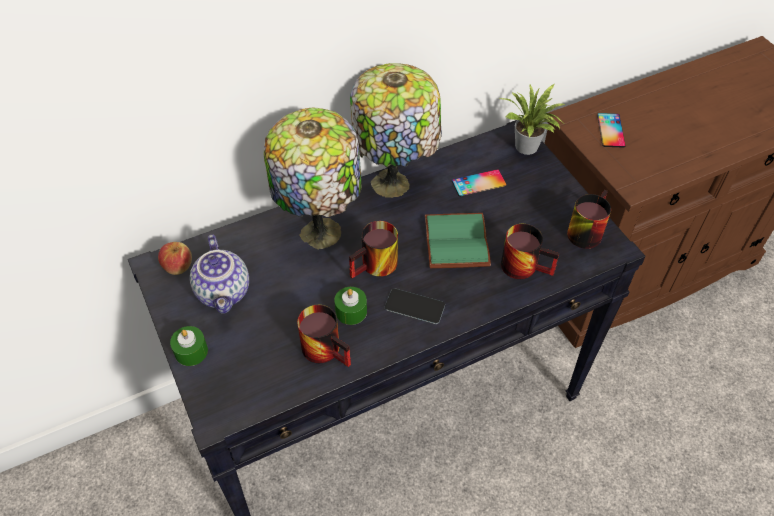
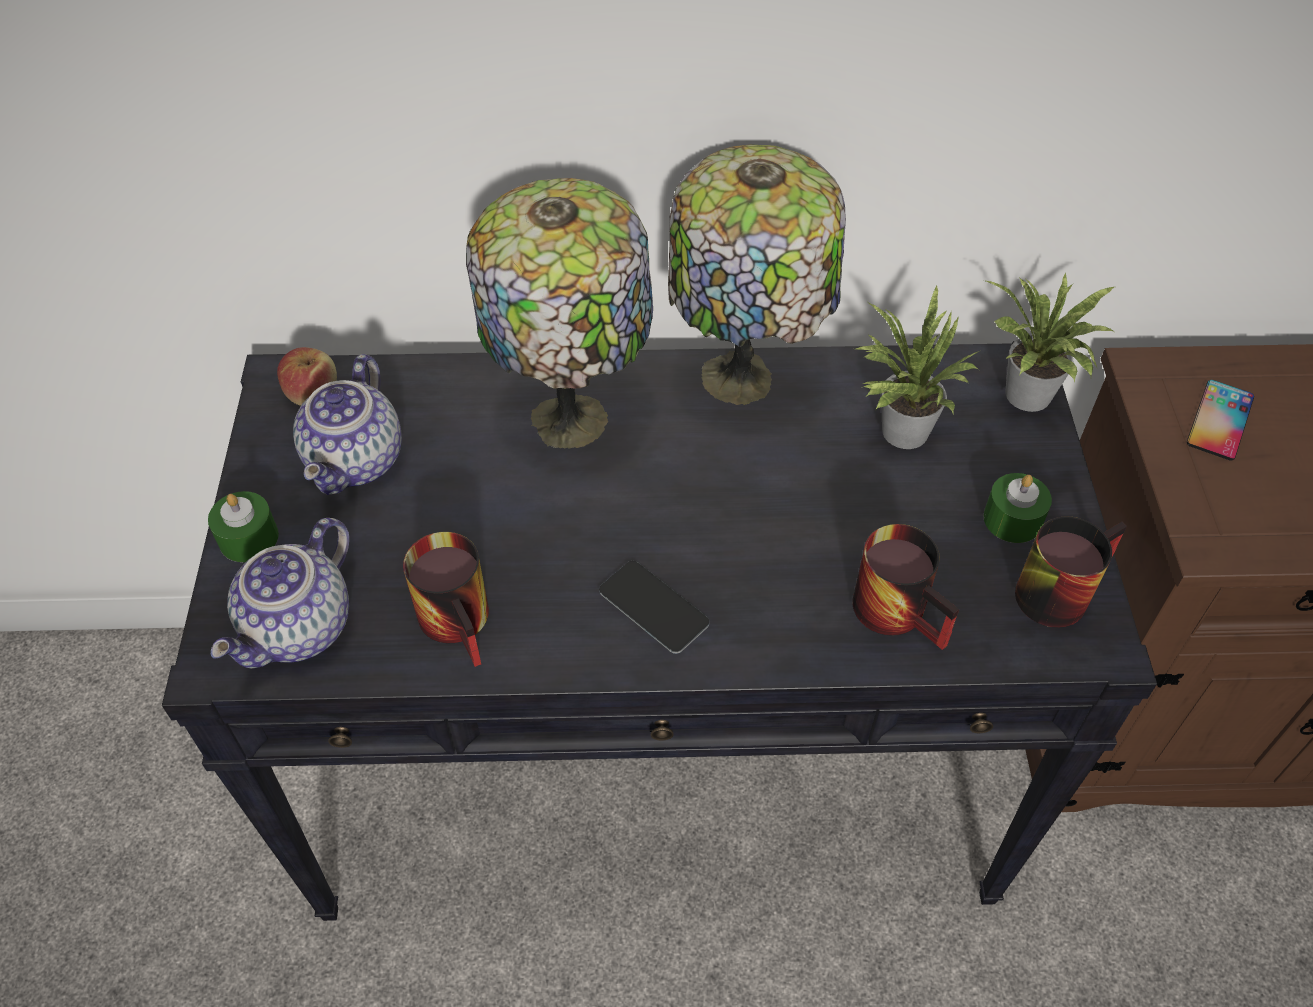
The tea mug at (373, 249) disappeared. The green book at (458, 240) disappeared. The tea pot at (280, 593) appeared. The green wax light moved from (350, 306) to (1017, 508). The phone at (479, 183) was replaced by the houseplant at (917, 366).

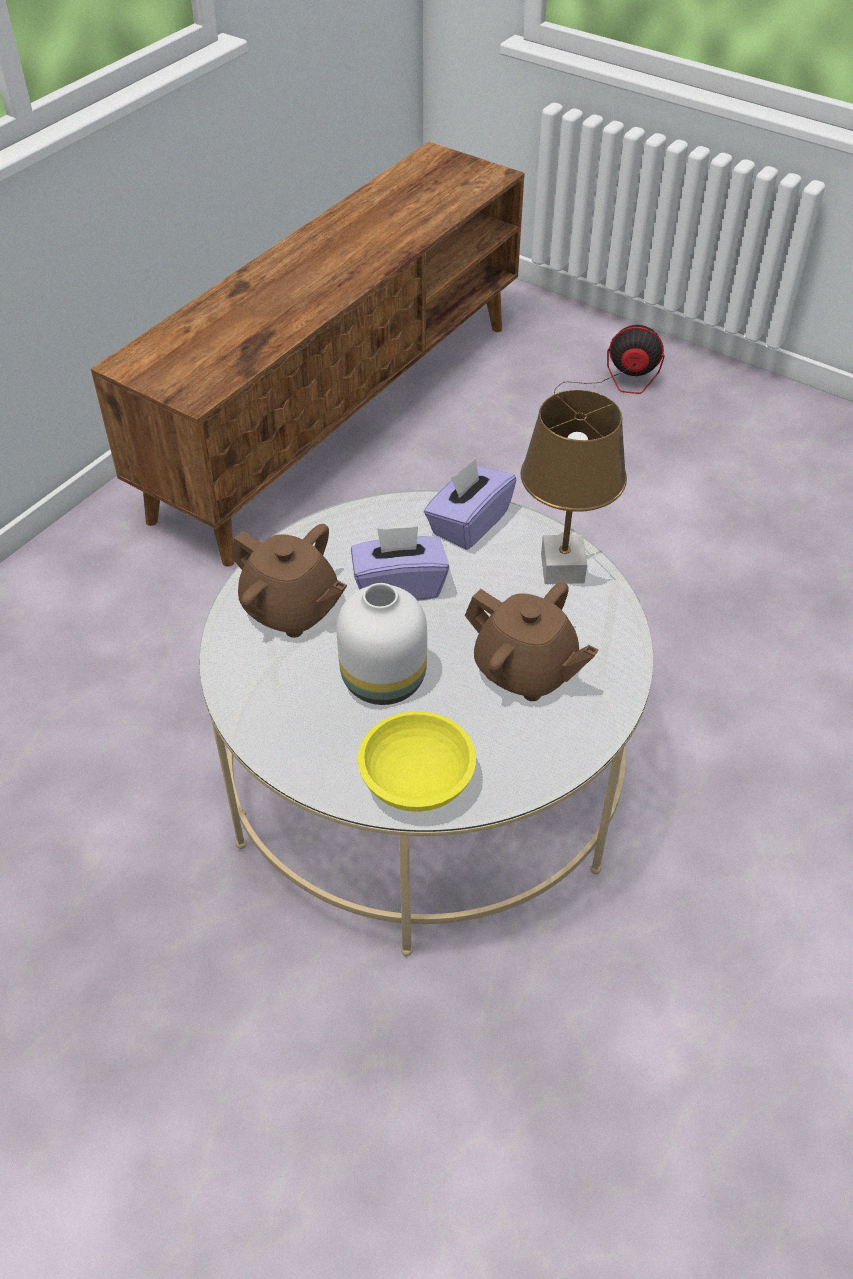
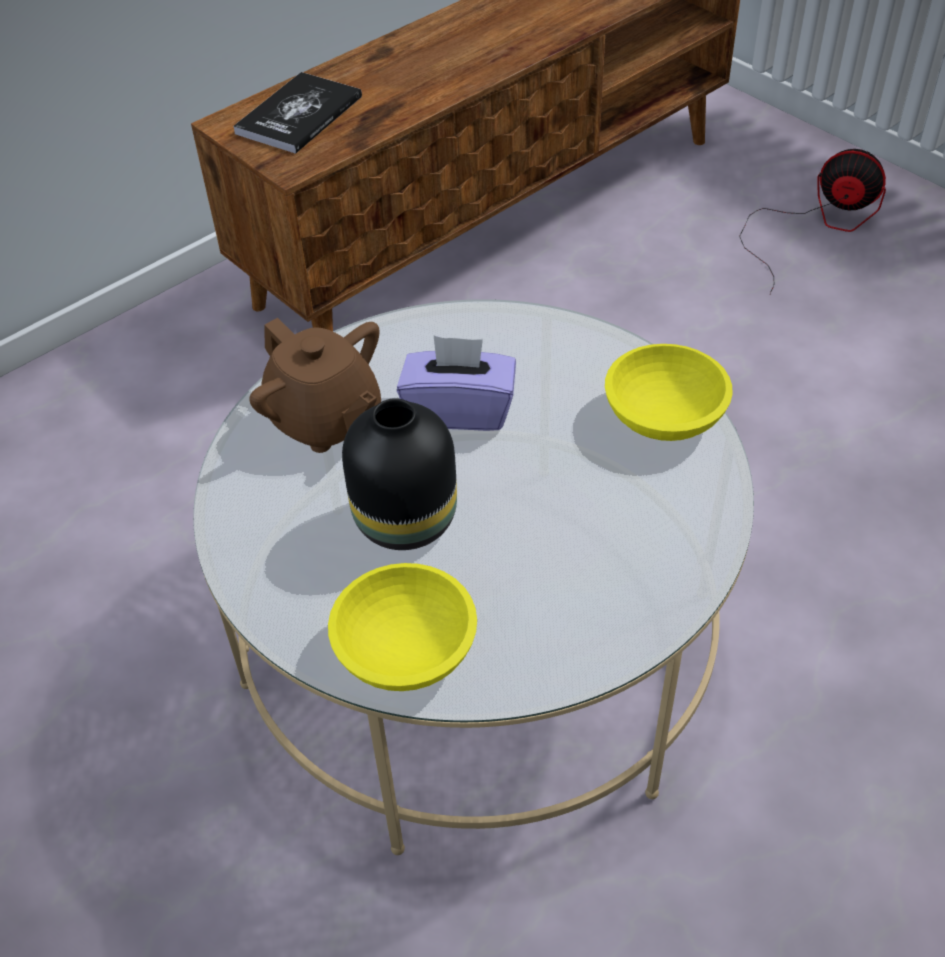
The purplish tissue holder at (470, 504) disappeared. The brown tea pot at (531, 641) disappeared. The book at (297, 113) appeared. The brown lamp for a table at (574, 487) was replaced by the yellow-coloured deep dish at (669, 392). The white-coloured vase at (381, 644) became the blackish vase at (399, 474).

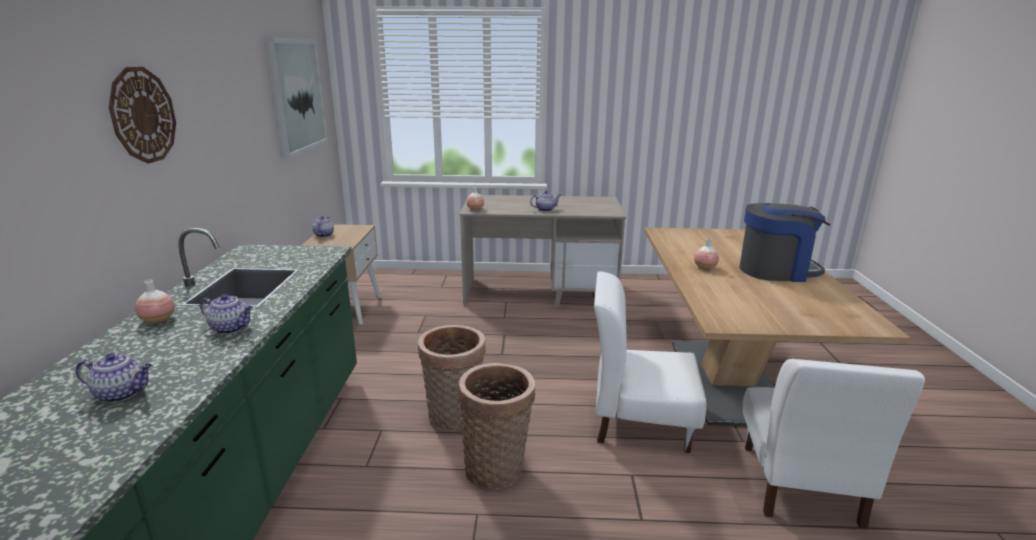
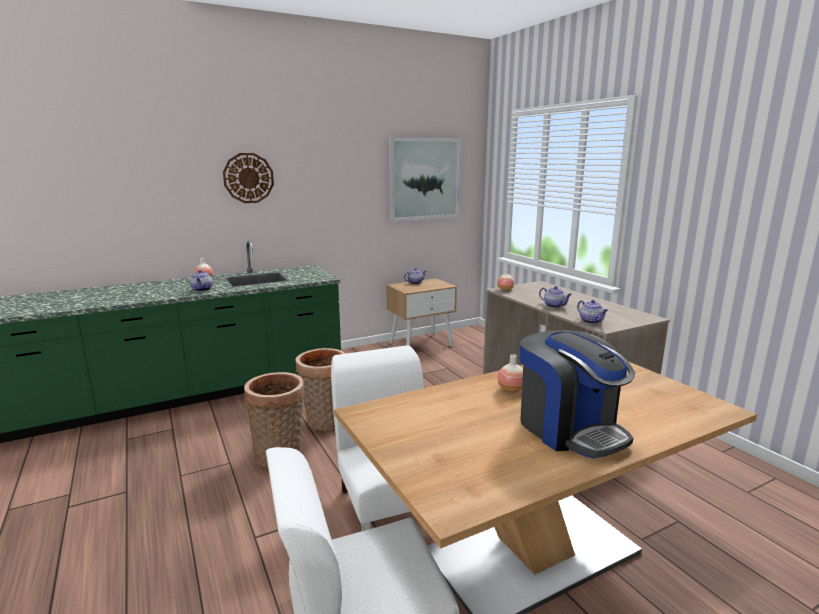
The tea pot moved from (114, 378) to (592, 312).

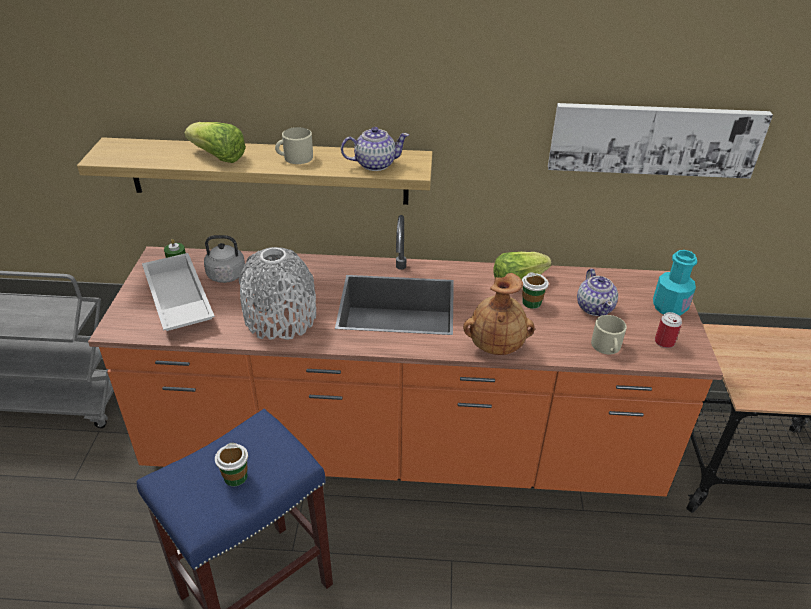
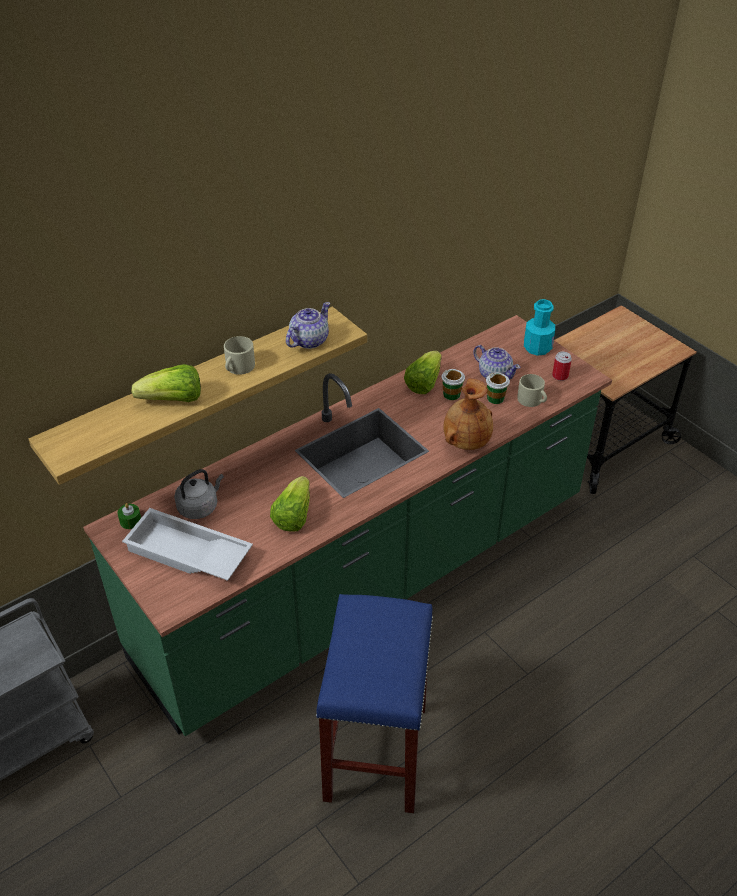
The wall art at (660, 141) disappeared. The drinking cup moved from (231, 464) to (498, 388). The grey vase at (277, 293) was replaced by the lettuce at (290, 504). The orange-coloured counter at (405, 356) became the green counter at (347, 525).

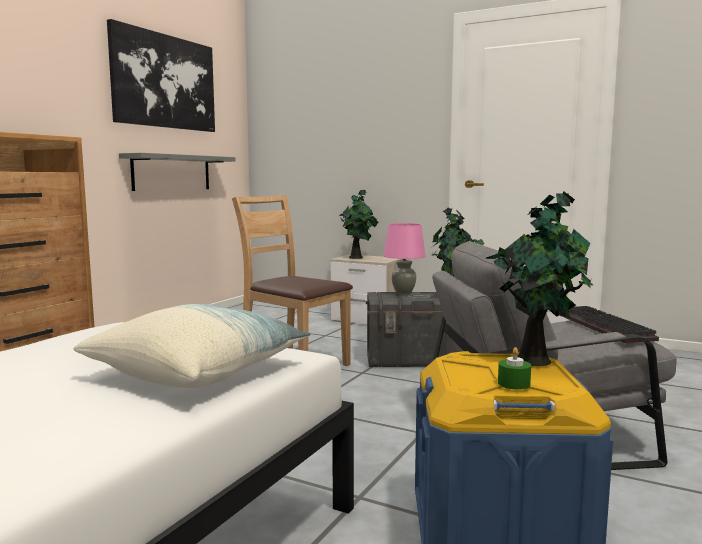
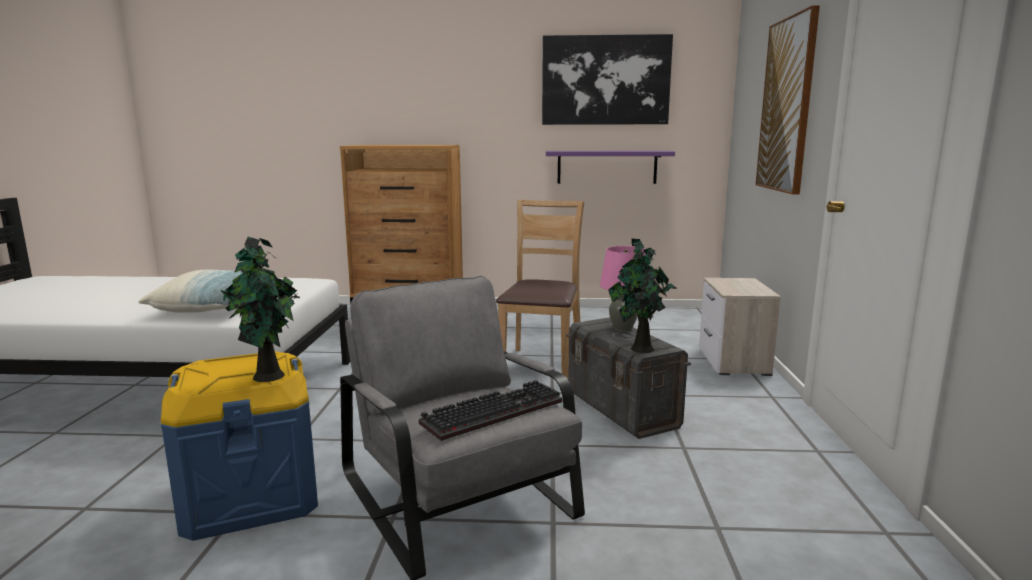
The houseplant at (358, 224) disappeared. The green wax light at (514, 368) disappeared. The wall art at (787, 100) appeared. The grey shelf at (177, 172) became the purplish shelf at (610, 167).

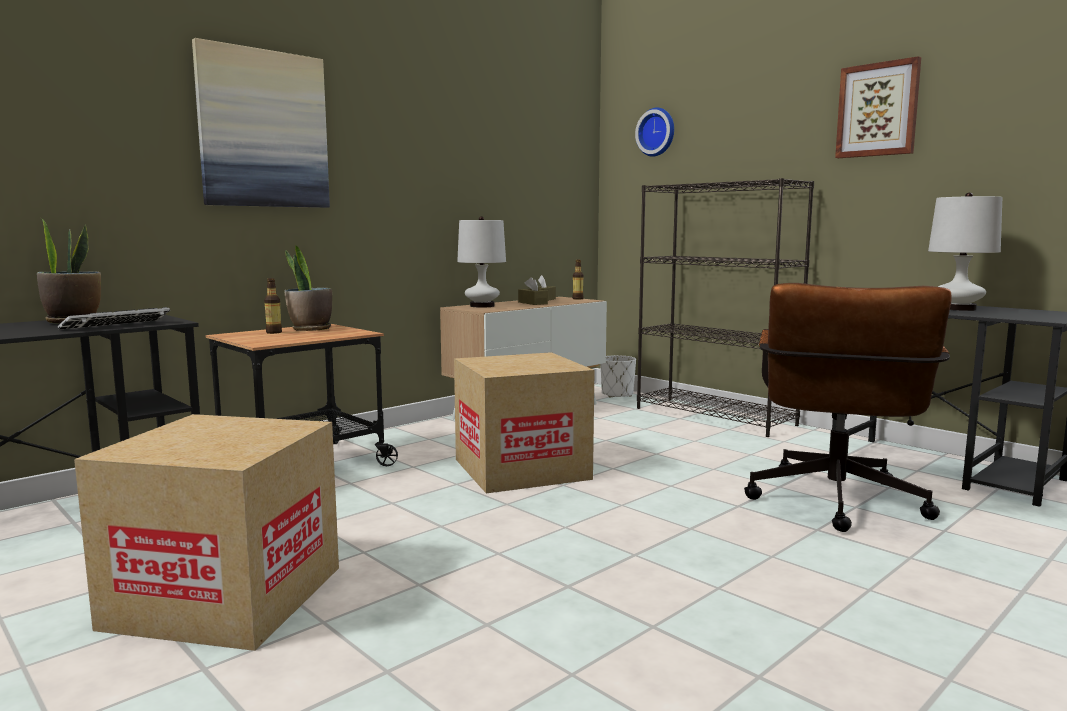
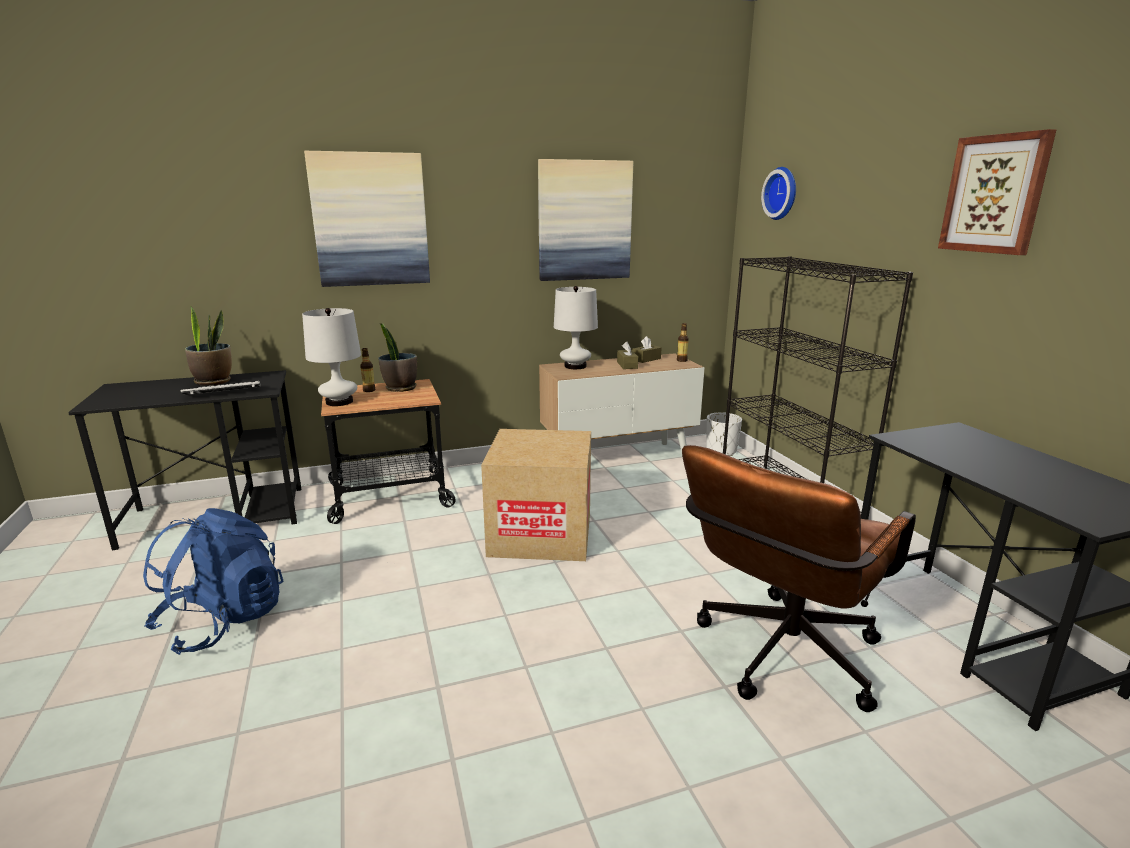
The wall art at (585, 220) appeared. The white-coloured lamp for a table moved from (965, 252) to (331, 357). The packing box at (206, 532) was replaced by the blue-coloured knapsack at (213, 581).

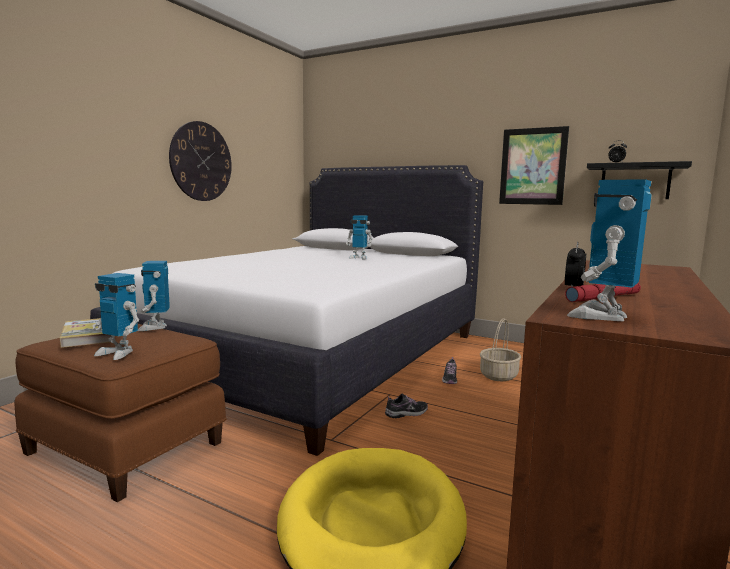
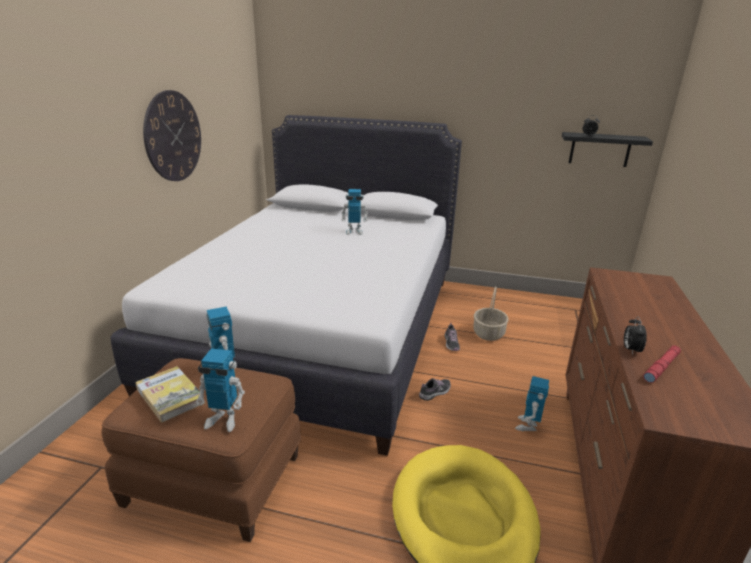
The wall art at (534, 165) disappeared. The toy robot moved from (609, 250) to (532, 403).

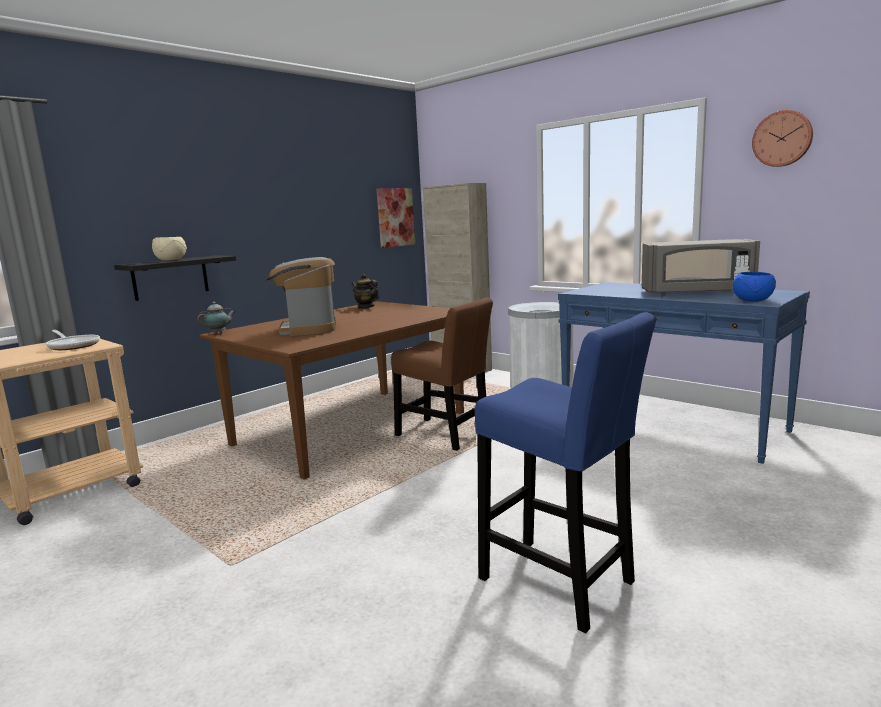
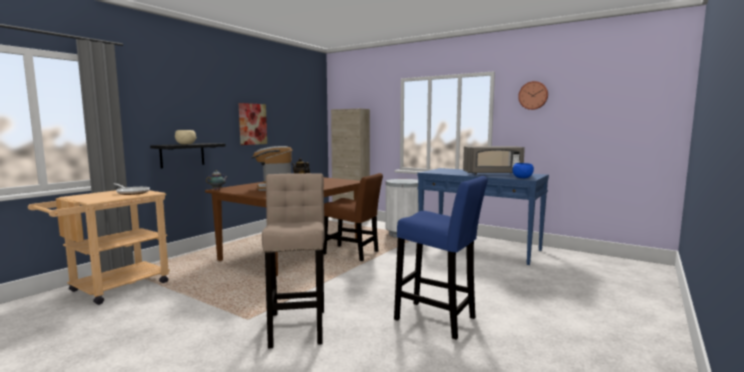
The beige-coloured sitting stool at (293, 260) appeared. The wall art moved from (396, 218) to (253, 124).

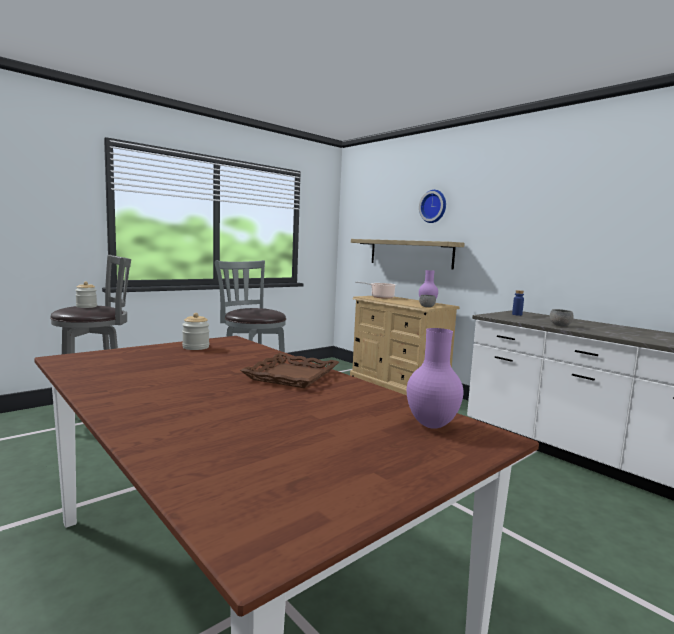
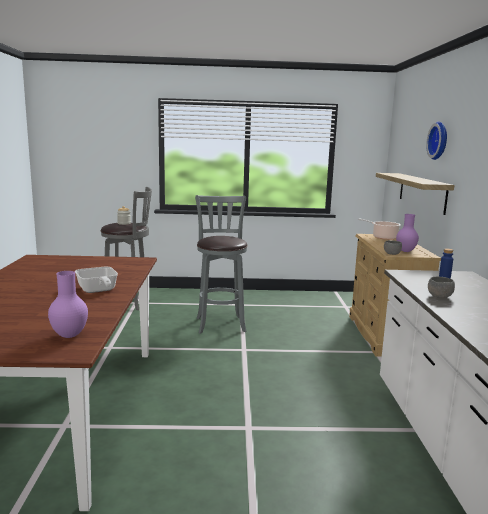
The preserve jar at (195, 331) disappeared. The brown serving tray at (289, 370) was replaced by the pan at (96, 280).

